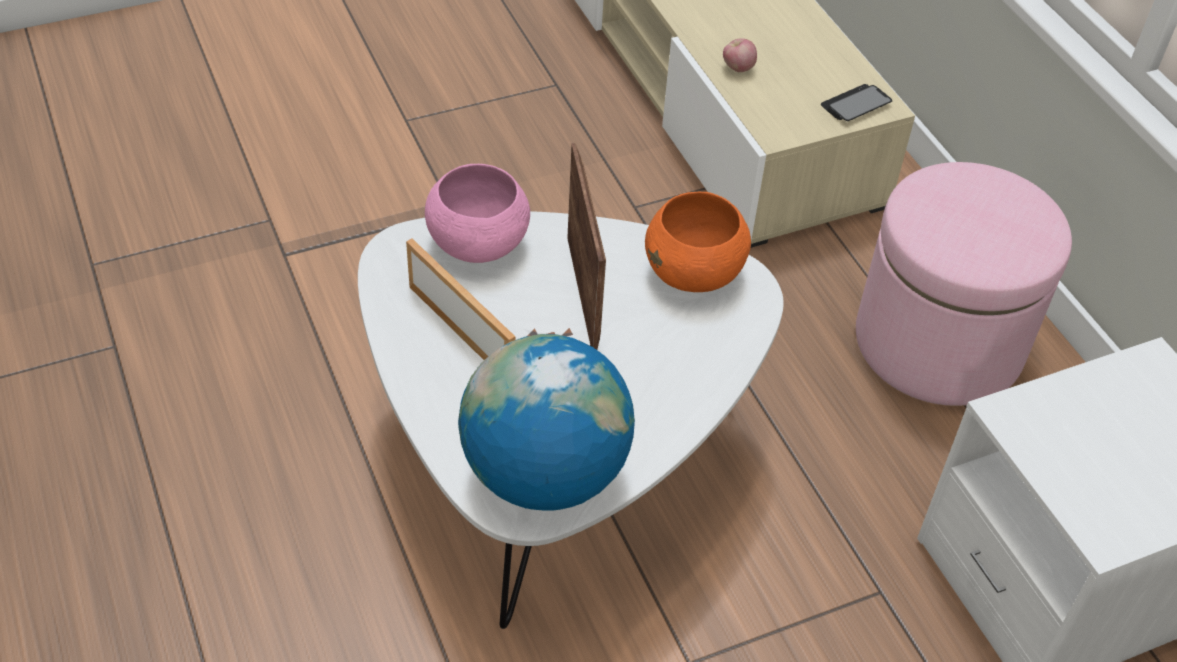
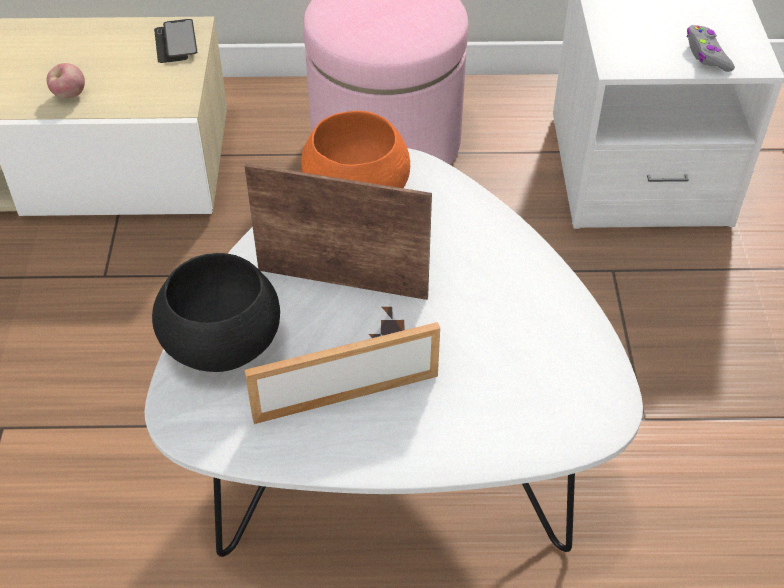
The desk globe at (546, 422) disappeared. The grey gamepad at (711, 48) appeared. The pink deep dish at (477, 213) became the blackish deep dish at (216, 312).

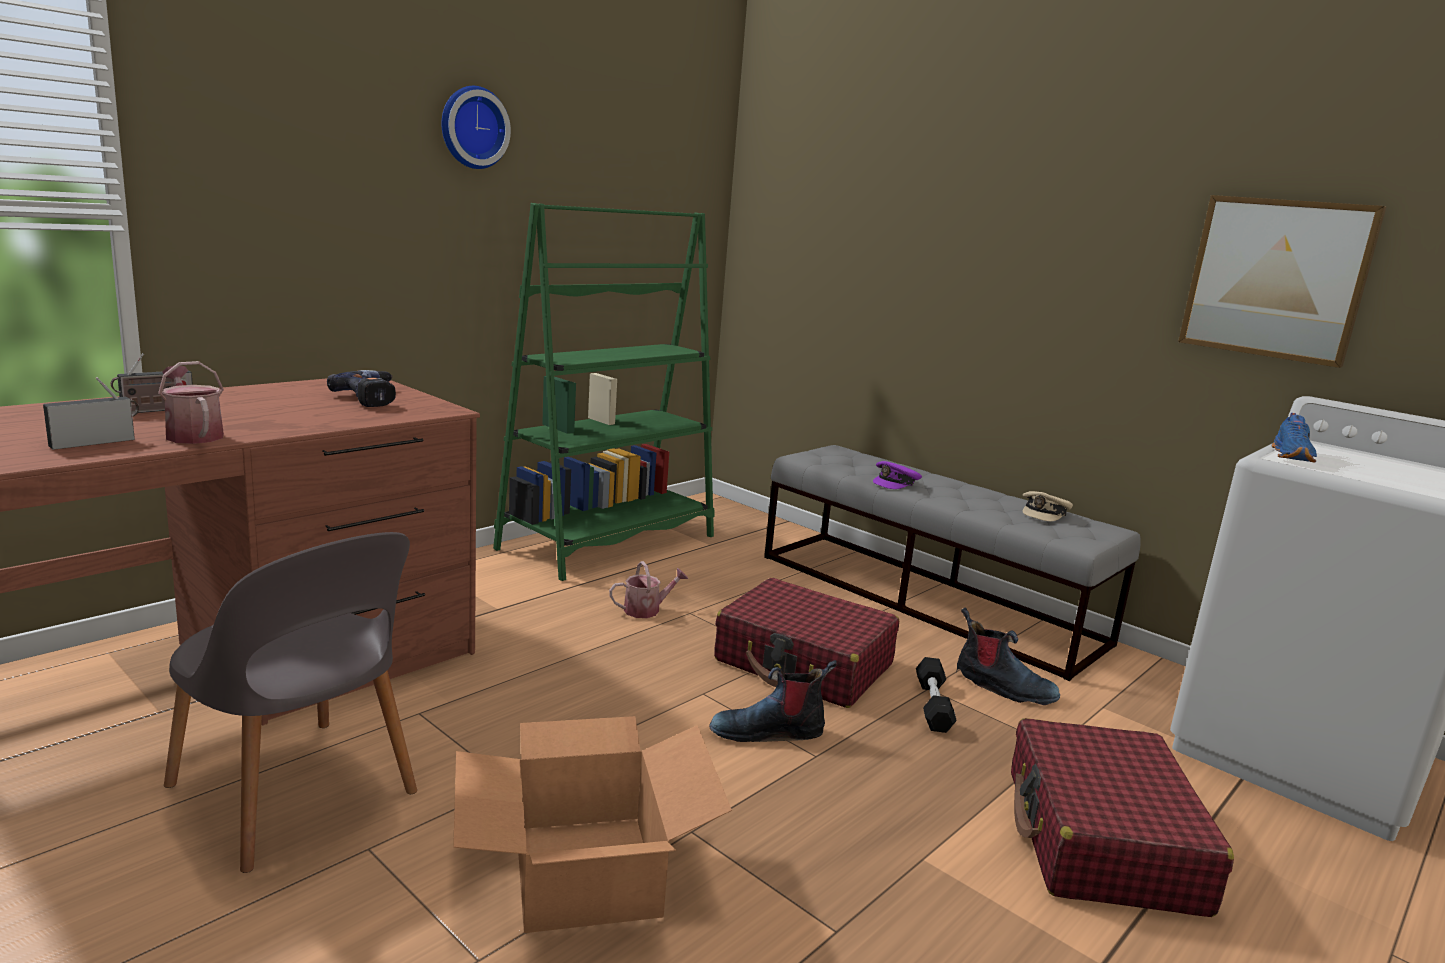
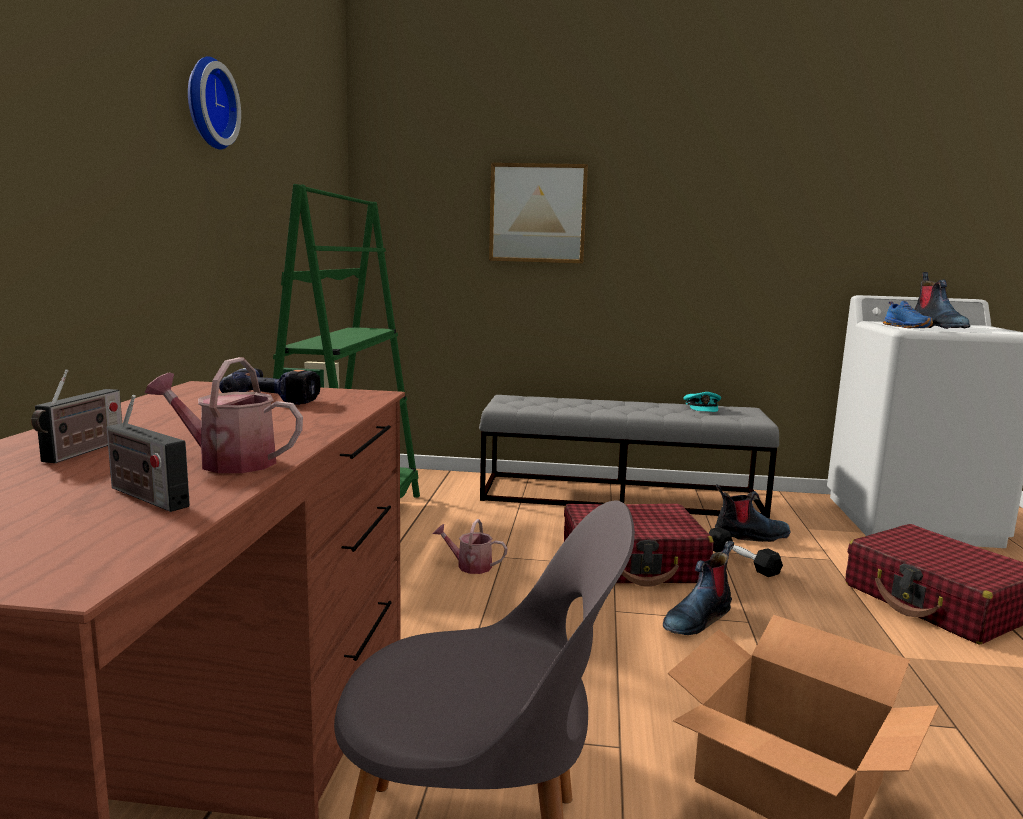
The purplish peaked cap at (897, 475) disappeared. The tall boot at (942, 300) appeared. The wall art moved from (1282, 281) to (538, 213). The beige-coloured peaked cap at (1048, 506) became the turquoise-coloured peaked cap at (702, 402). The radio receiver at (91, 413) turned 60 degrees counterclockwise. The watering pot at (648, 589) turned 105 degrees counterclockwise.

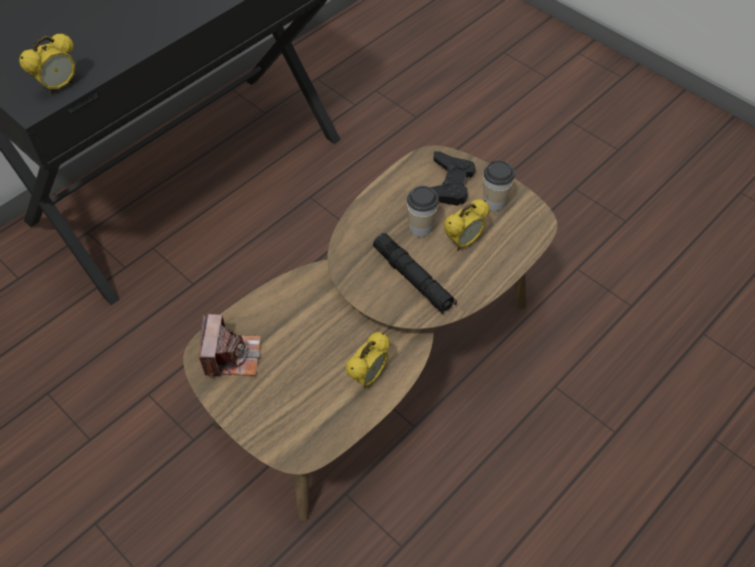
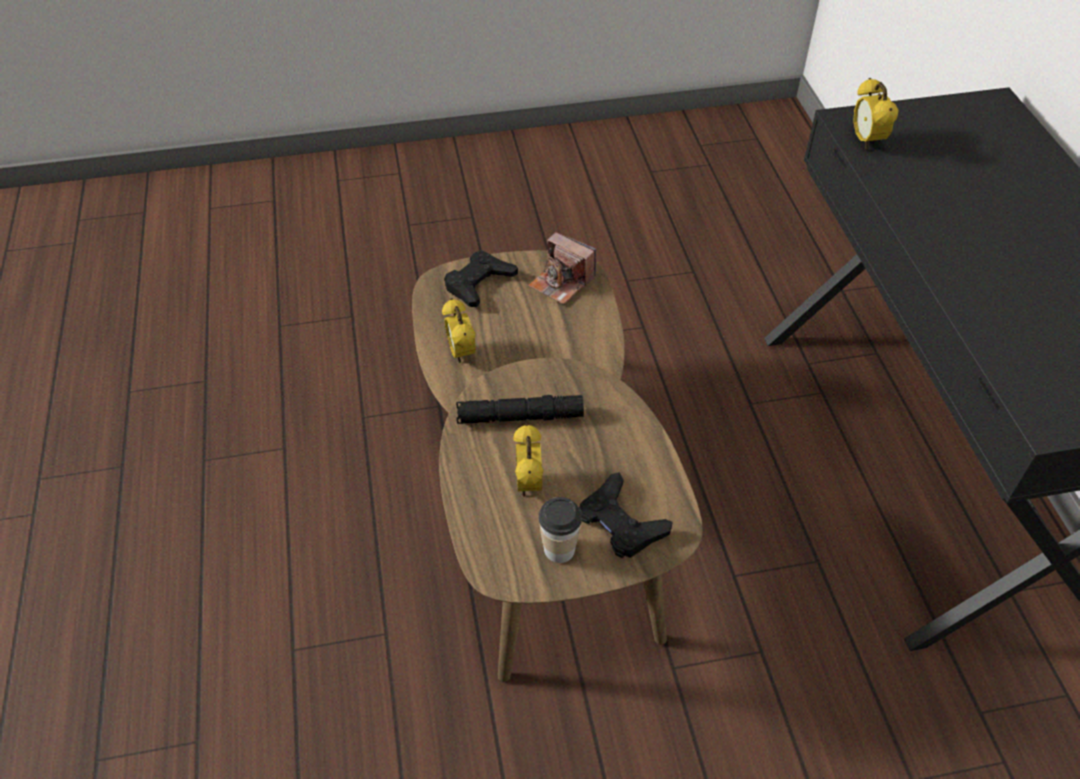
The drinking cup at (423, 211) disappeared. The blackish gamepad at (481, 278) appeared.

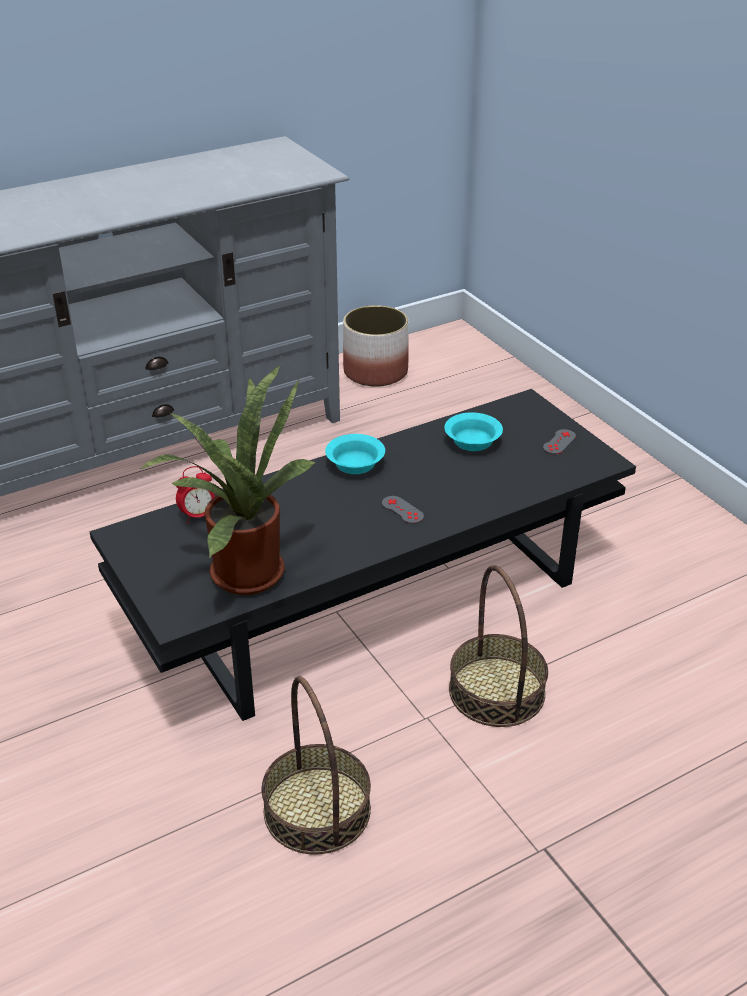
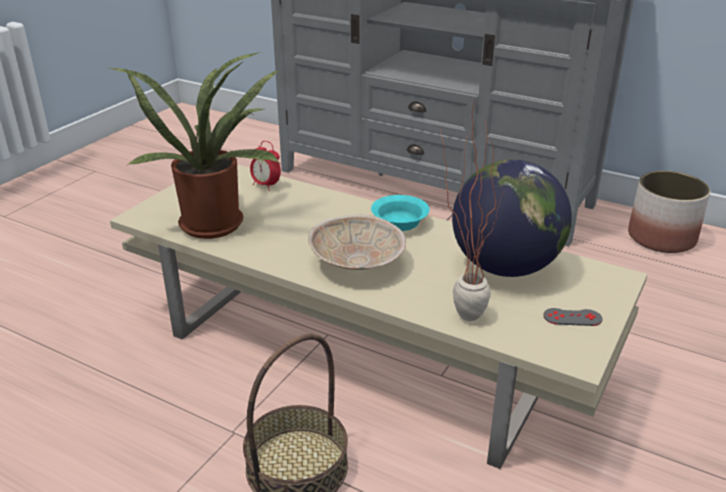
The storage basket at (316, 765) disappeared. The houseplant at (472, 210) appeared. The grey gamepad at (403, 510) was replaced by the beige-coloured deep dish at (357, 242). The turquoise-coloured deep dish at (473, 431) was replaced by the desk globe at (512, 218). The blackish low table at (363, 555) became the beige-coloured low table at (379, 316).

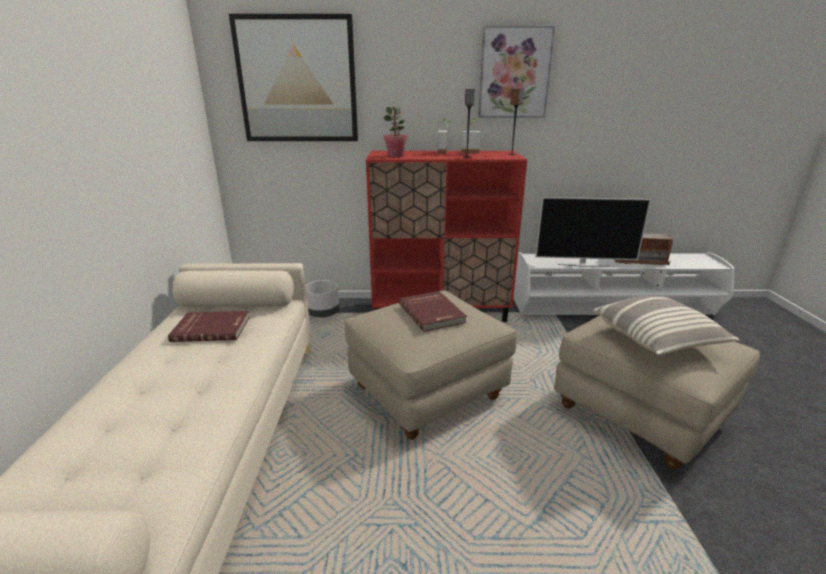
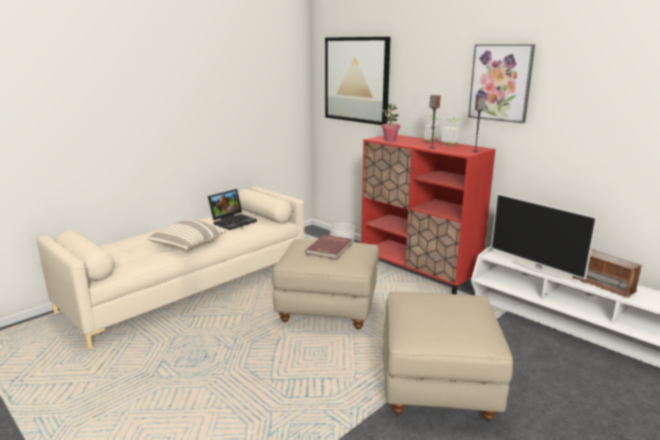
The pillow moved from (666, 325) to (186, 235). The red-coloured book at (209, 326) was replaced by the portable computer at (232, 209).

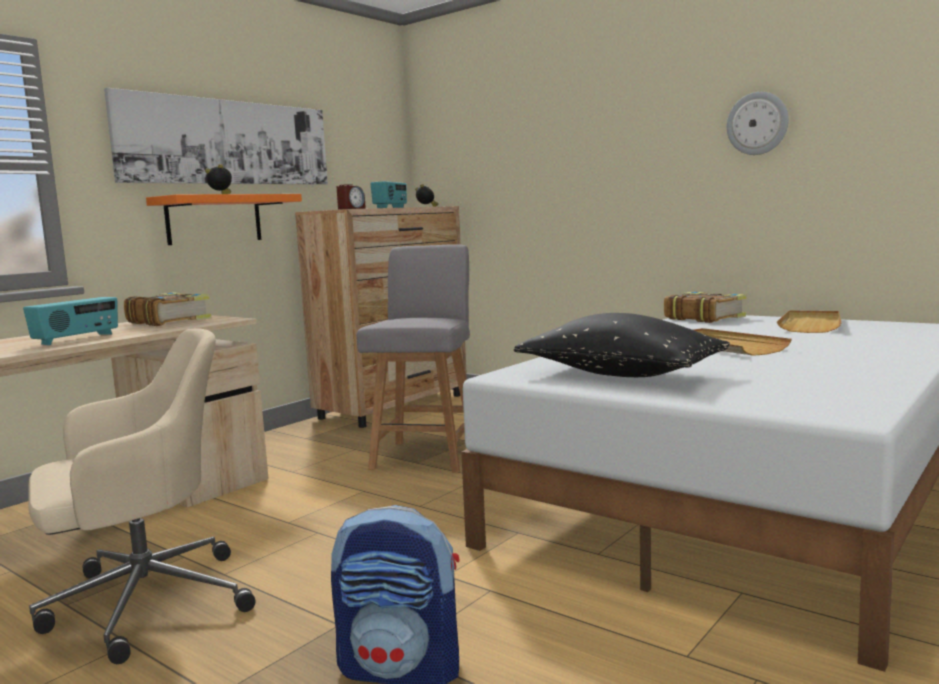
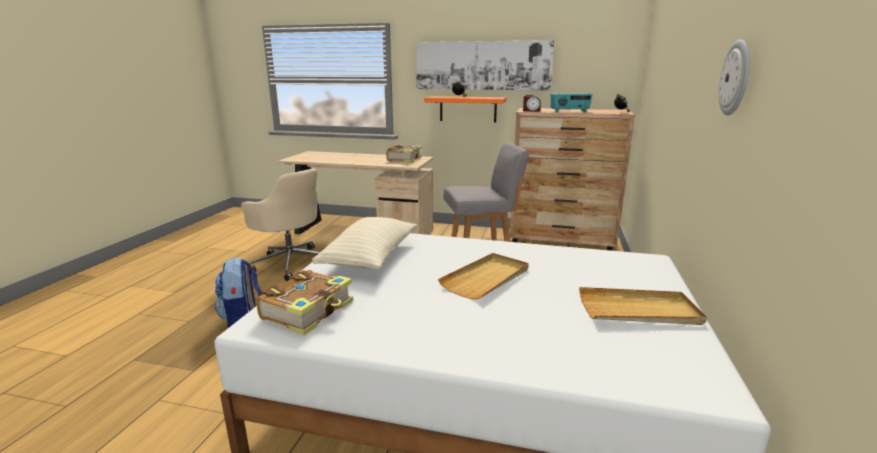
The radio receiver at (70, 321) disappeared. The book moved from (705, 307) to (304, 302). The blackish pillow at (622, 345) became the beige-coloured pillow at (364, 243).

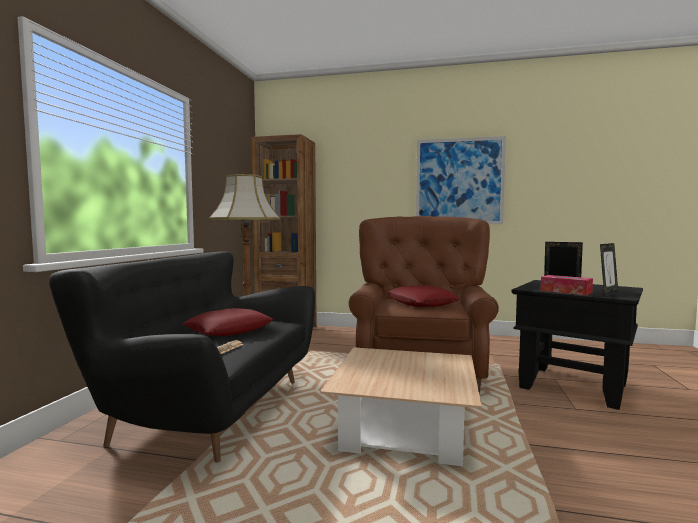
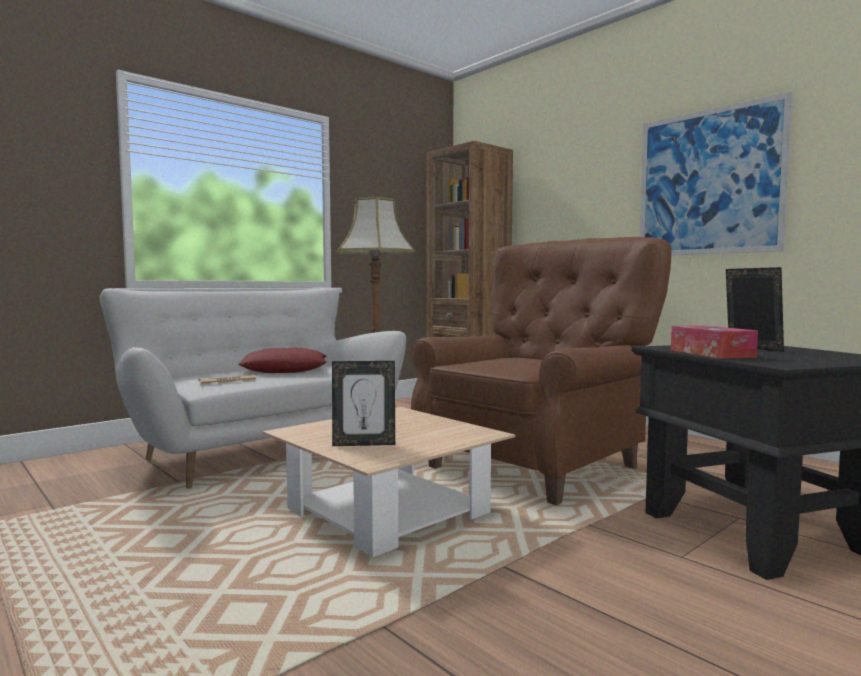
The red-coloured pillow at (423, 296) disappeared. The standing frame moved from (609, 269) to (363, 403). The blackish settee at (182, 356) became the white-coloured settee at (253, 388).

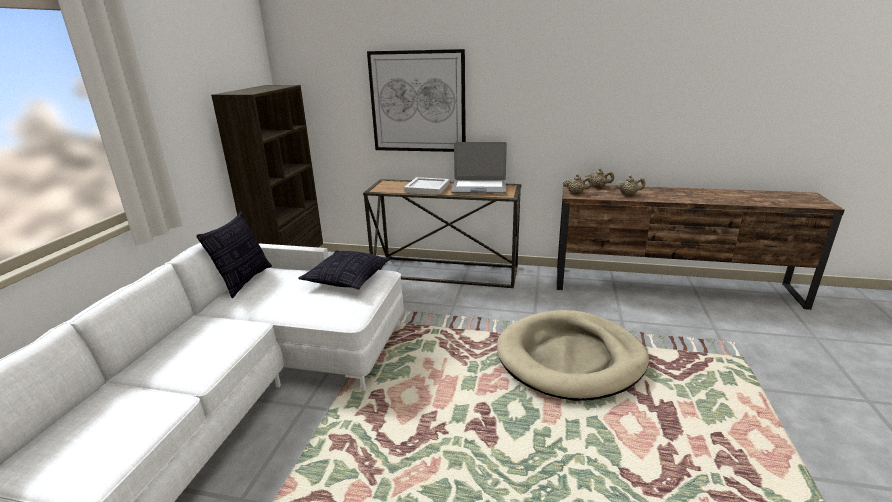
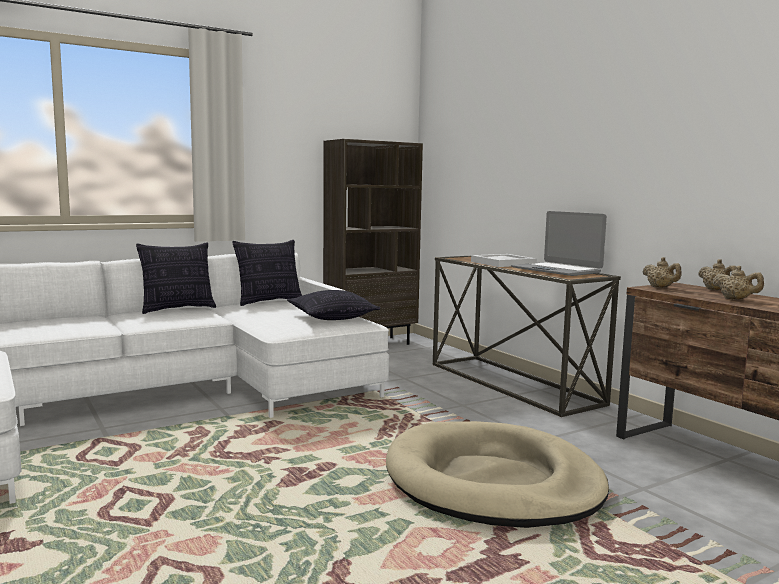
The wall art at (416, 100) disappeared. The pillow at (176, 278) appeared.

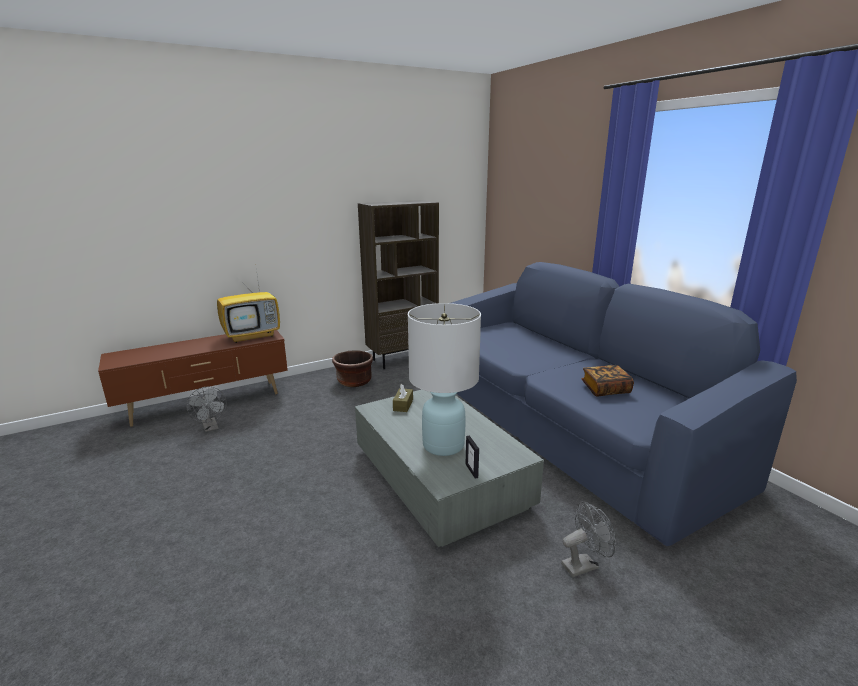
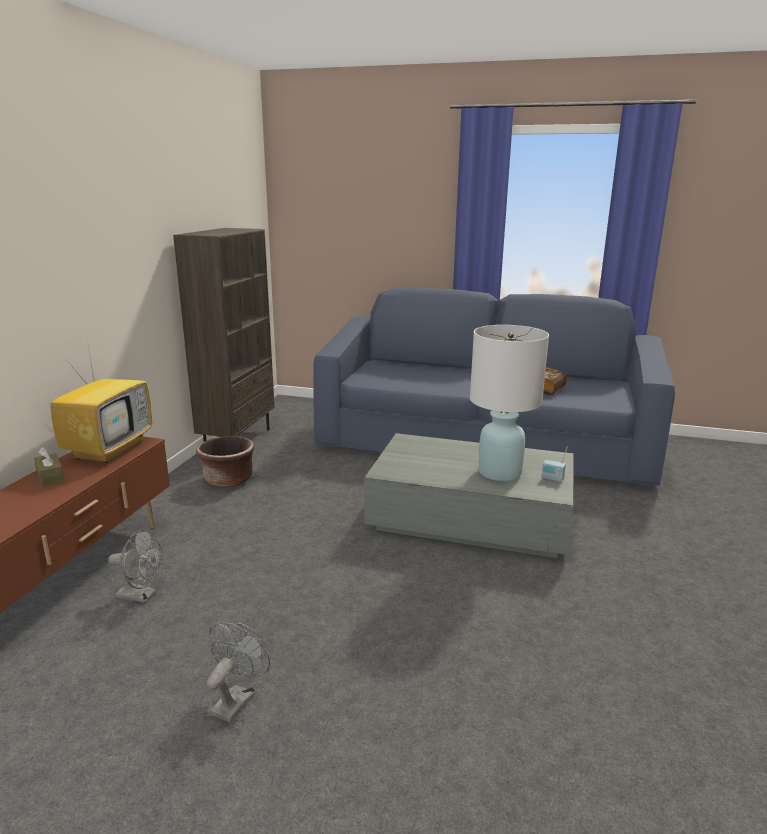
The brown tissue holder moved from (403, 398) to (49, 466). The grey electric fan moved from (588, 539) to (238, 672). The standing frame at (472, 457) was replaced by the radio receiver at (555, 464).

